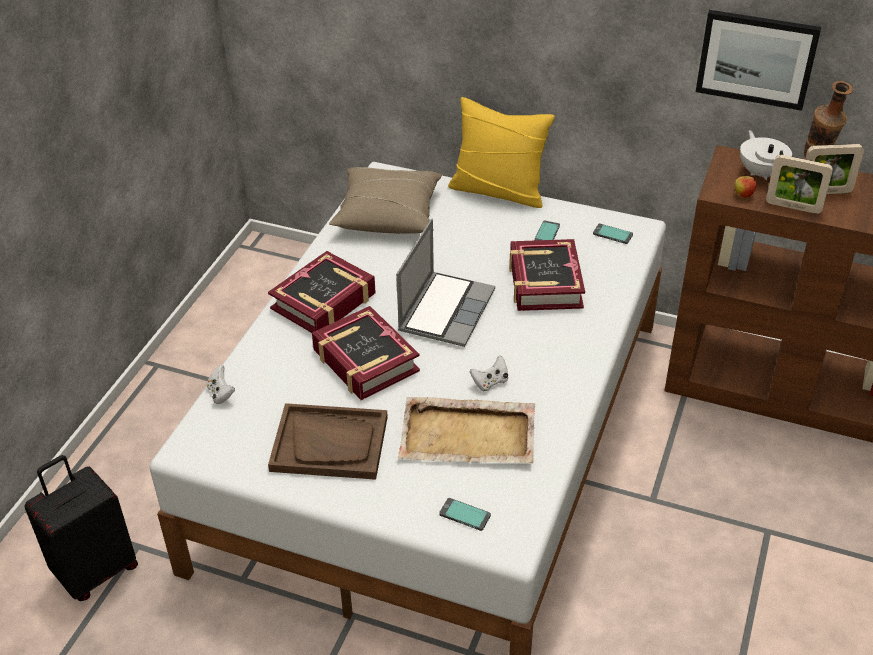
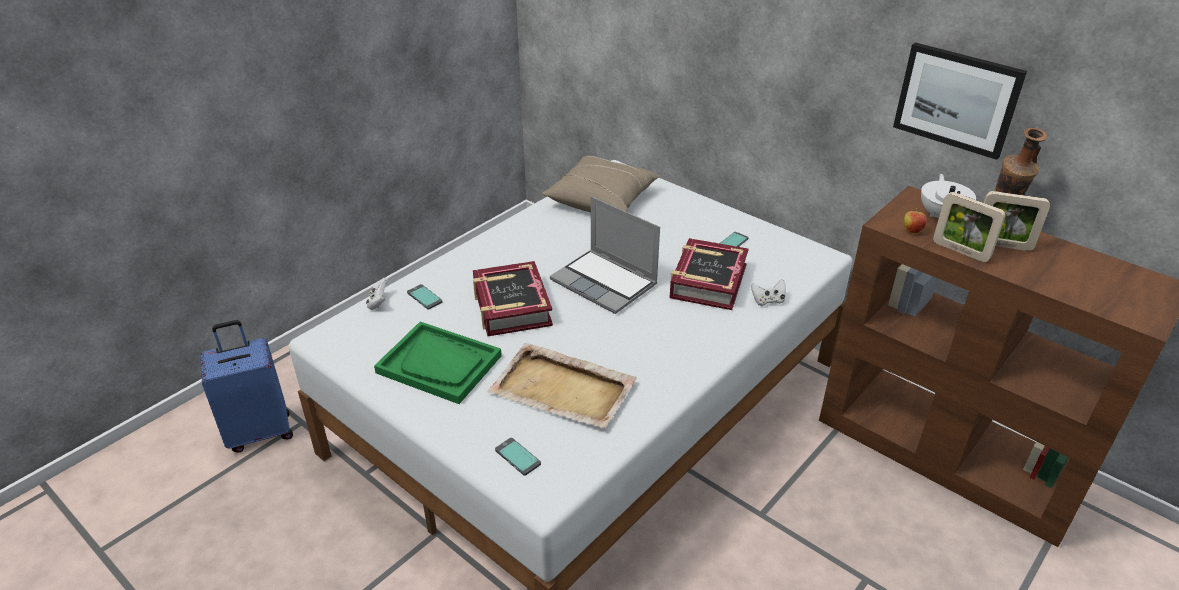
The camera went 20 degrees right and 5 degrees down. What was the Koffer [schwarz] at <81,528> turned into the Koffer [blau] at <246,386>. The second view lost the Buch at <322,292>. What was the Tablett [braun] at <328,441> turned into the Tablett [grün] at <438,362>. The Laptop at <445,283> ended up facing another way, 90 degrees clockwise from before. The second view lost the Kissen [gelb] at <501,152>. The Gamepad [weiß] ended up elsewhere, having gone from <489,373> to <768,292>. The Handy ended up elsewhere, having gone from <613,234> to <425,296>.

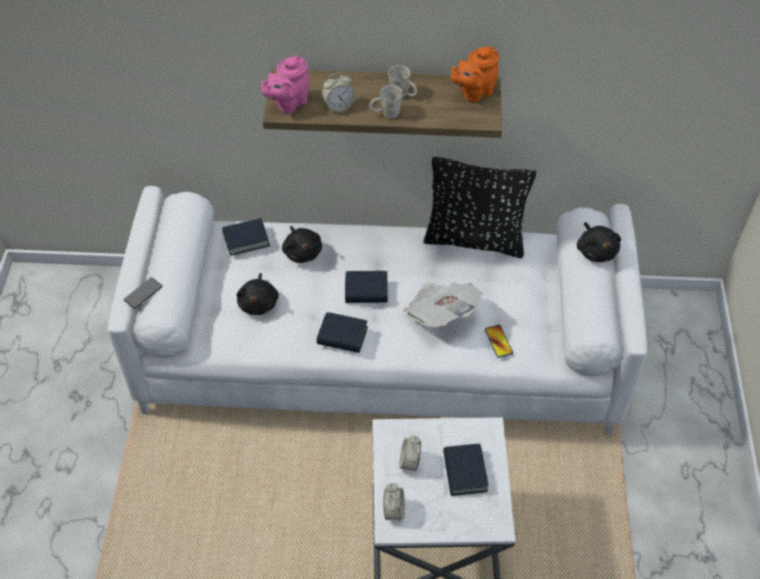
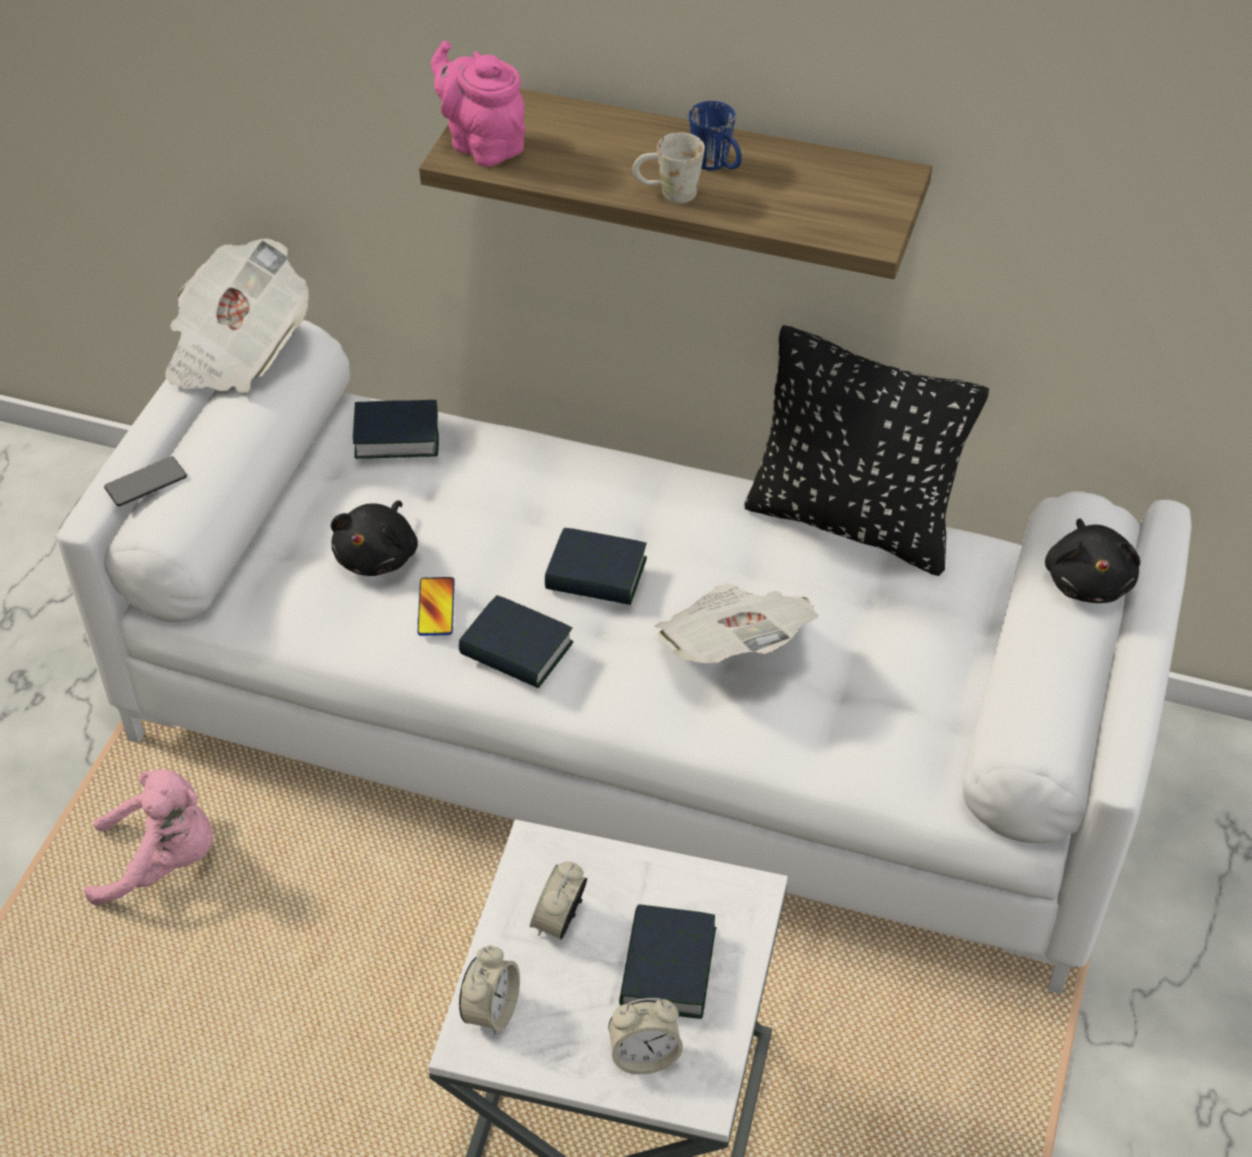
The camera went 15 degrees right and 5 degrees down. The Teekanne [rosa] at <285,84> ended up facing another way, 75 degrees clockwise from before. The second view lost the Plüschtier [schwarz] at <302,244>. The Wecker ended up elsewhere, having gone from <338,92> to <645,1036>. What was the Henkelbecher [weiß] at <402,81> turned into the Henkelbecher [blau] at <715,135>. The second view lost the Teekanne [orange] at <475,74>. The Handy ended up elsewhere, having gone from <499,341> to <436,606>. The second view gained the Plüschtier [rosa] at <148,837>. The second view gained the Zeitung at <237,316>.

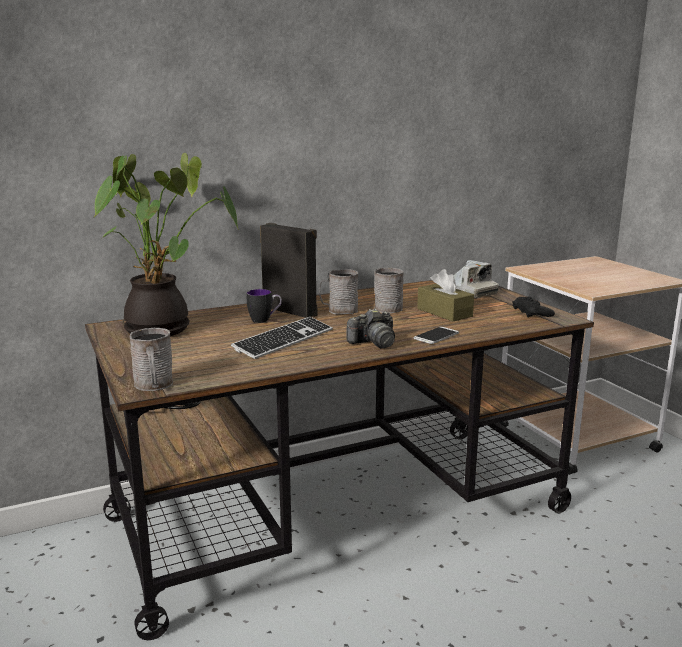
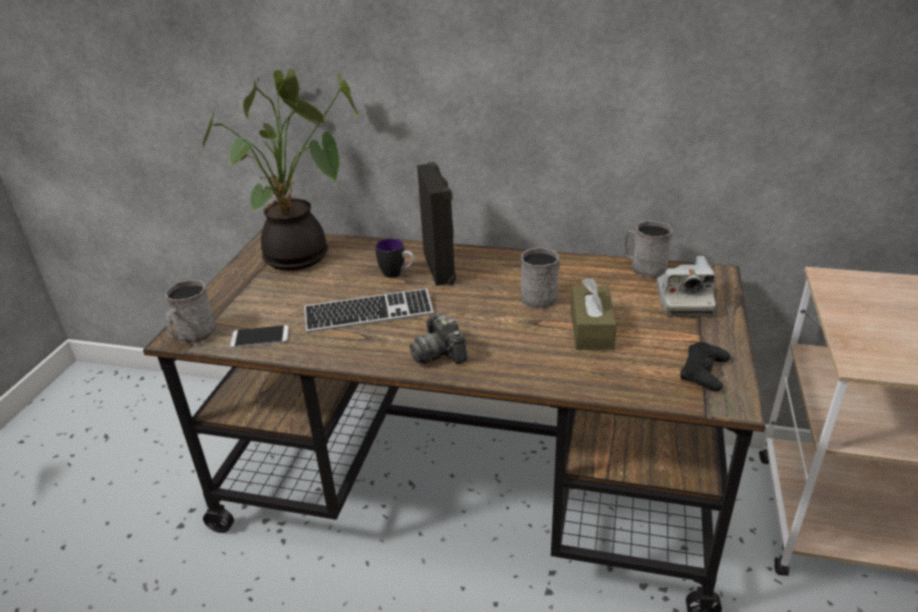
The camera went 40 degrees right and 15 degrees up. The Henkelbecher [grau] ended up elsewhere, having gone from <339,291> to <648,249>. The Kamera at <370,328> ended up facing another way, 45 degrees clockwise from before. The Handy ended up elsewhere, having gone from <436,335> to <259,336>.

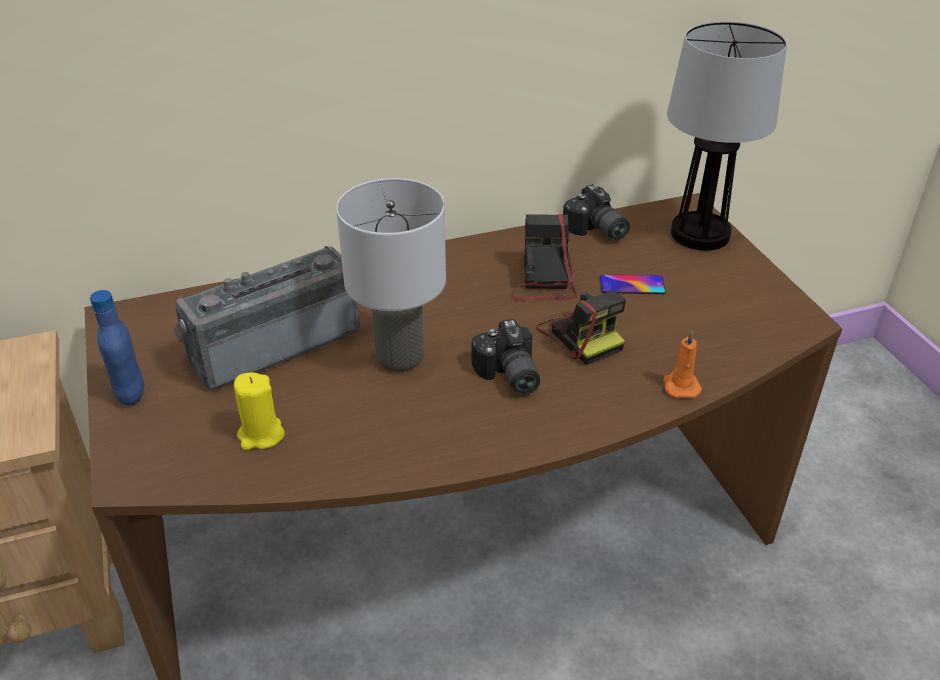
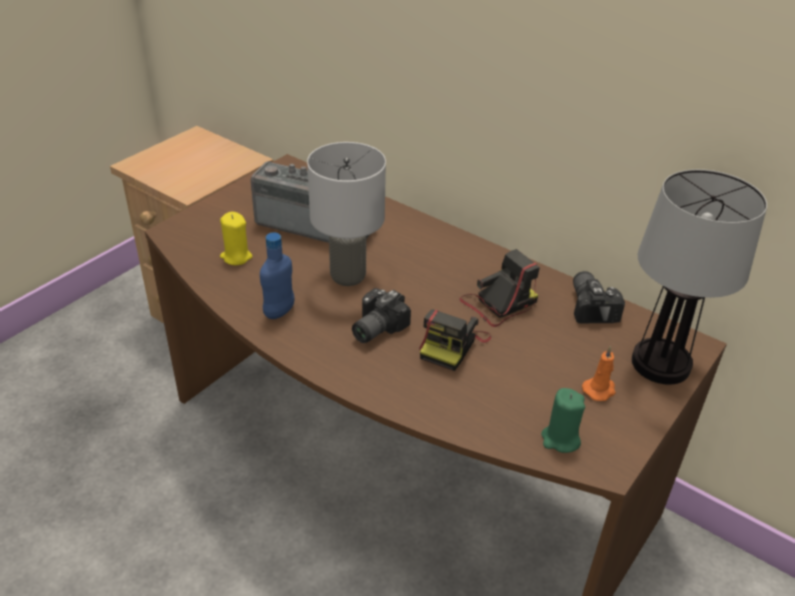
The camera went 55 degrees right and 0 degrees up. The Flasche [blau] ended up elsewhere, having gone from <117,348> to <277,275>. The Kamera at <596,212> ended up facing another way, 150 degrees clockwise from before. The second view lost the Handy at <633,284>. The Kerze [orange] ended up elsewhere, having gone from <682,364> to <599,373>. The second view gained the Kerze [grün] at <563,420>.

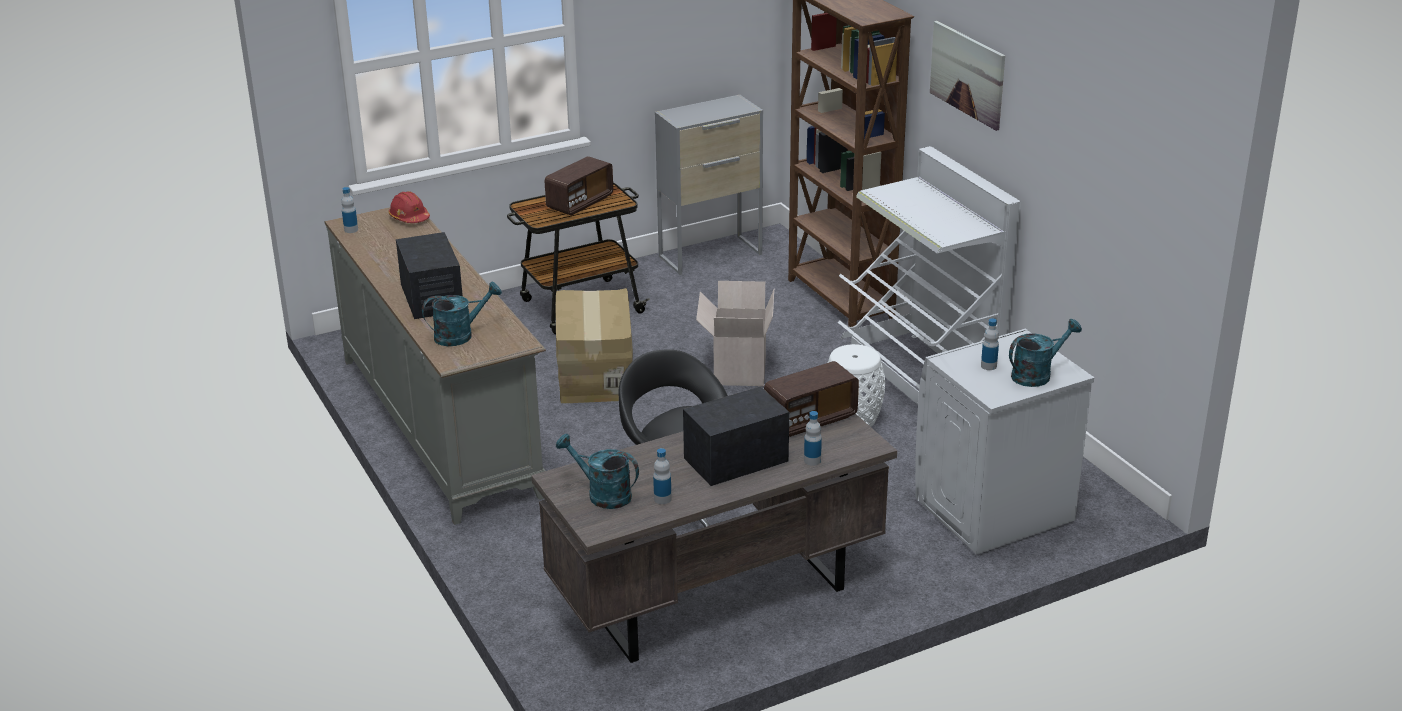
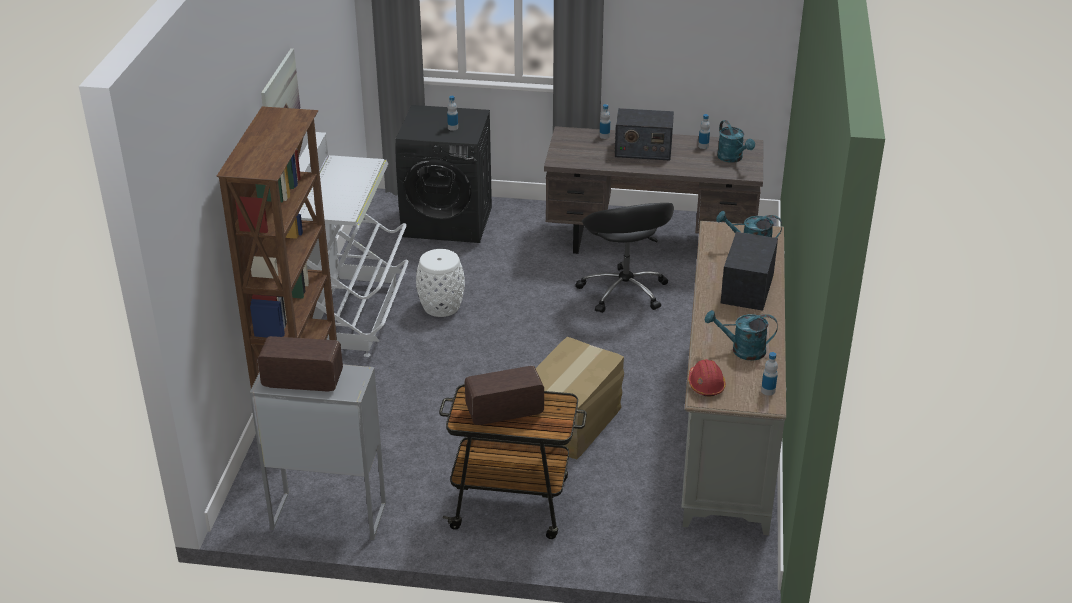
The camera went 145 degrees left and 5 degrees up. The second view lost the Karton at <735,333>. The Radio ended up elsewhere, having gone from <811,399> to <300,364>. What was the Waschmaschine [weiß] at <1004,442> turned into the Waschmaschine [schwarz] at <443,174>. The Gießkanne [türkis] ended up elsewhere, having gone from <1045,353> to <741,335>.

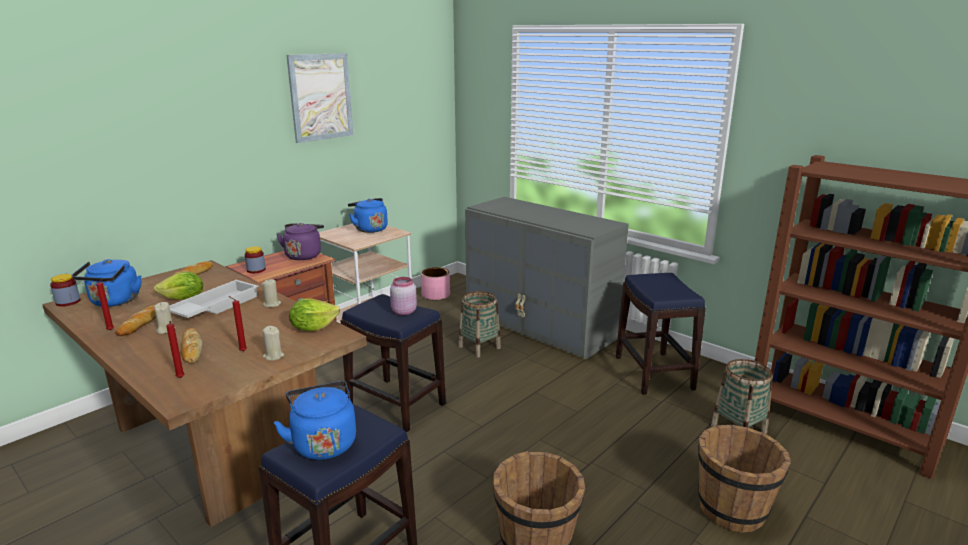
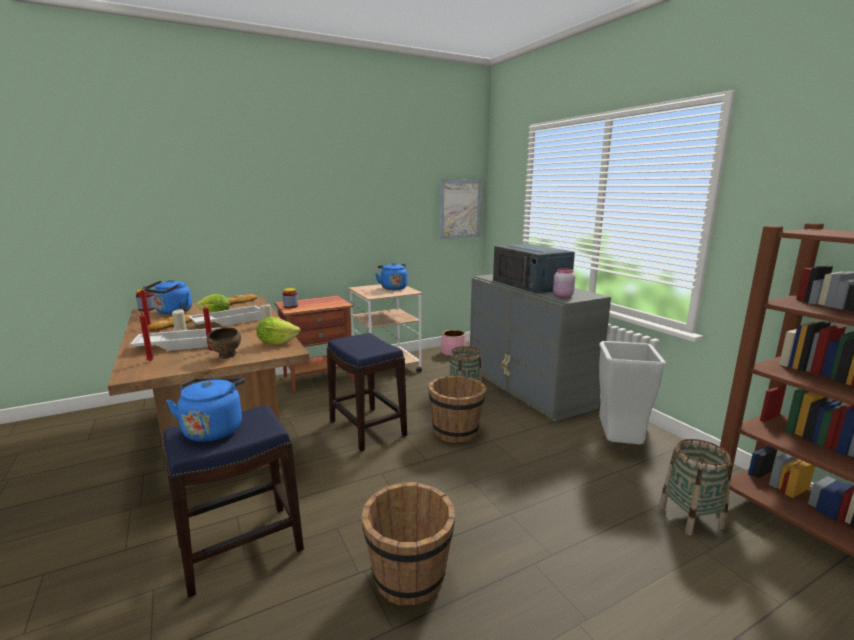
The camera went 20 degrees right and 5 degrees down. Where the Brot stood at <192,345>, the Tablett [weiß] came to stand at <176,339>. Where the Kerze [beige] stood at <273,343>, the Schüssel [braun] came to stand at <224,343>. The second view lost the Wasserkessel [lila] at <300,241>. The Bild ended up elsewhere, having gone from <320,98> to <460,209>. The Vorratsglas [rosa] ended up elsewhere, having gone from <403,296> to <564,283>. Where the Hocker stood at <661,334>, the Mülleimer [grau] came to stand at <632,392>. The Eimer [braun] ended up elsewhere, having gone from <744,479> to <457,409>. The second view gained the Mikrowelle [blau] at <534,268>.

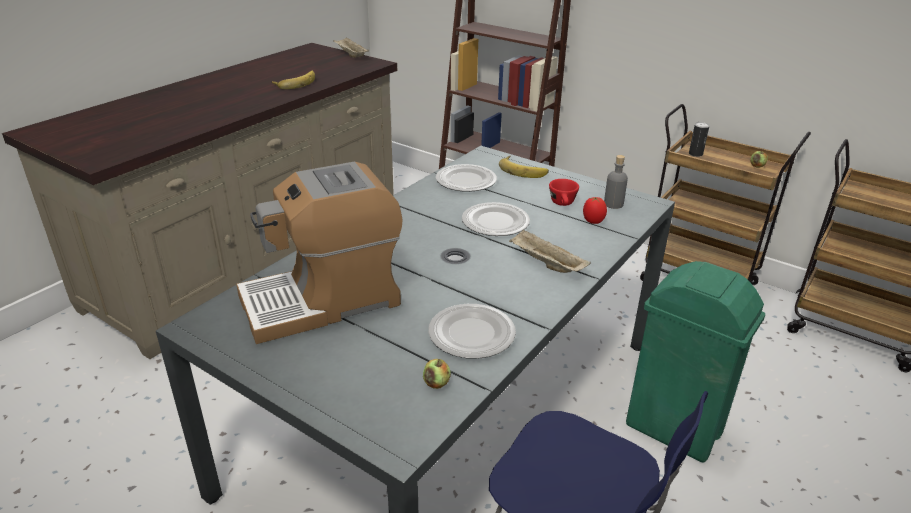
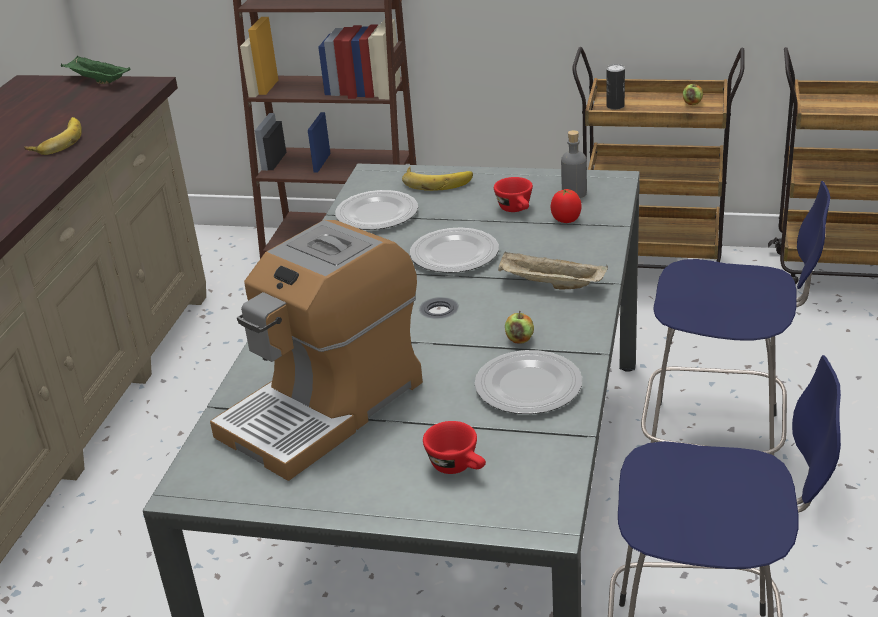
The camera went 20 degrees left and 0 degrees up. What was the Tablett [beige] at <351,48> turned into the Tablett [grün] at <96,70>. The Apfel ended up elsewhere, having gone from <437,374> to <519,327>. Where the Mülleimer [grün] stood at <695,362>, the Hocker [blau] came to stand at <735,318>. The second view gained the Tasse [rot] at <454,447>.

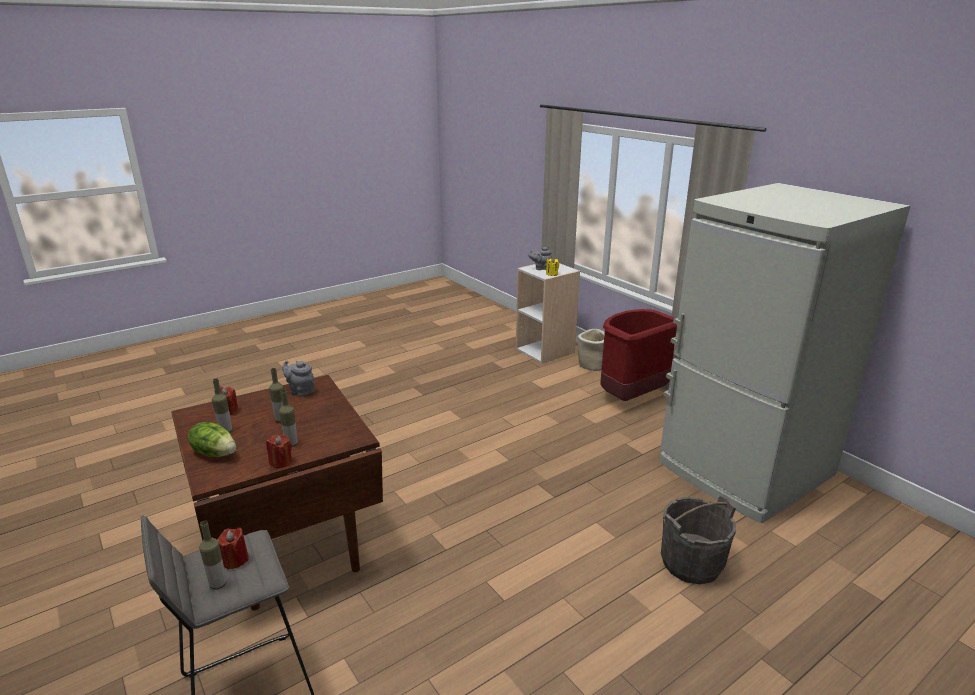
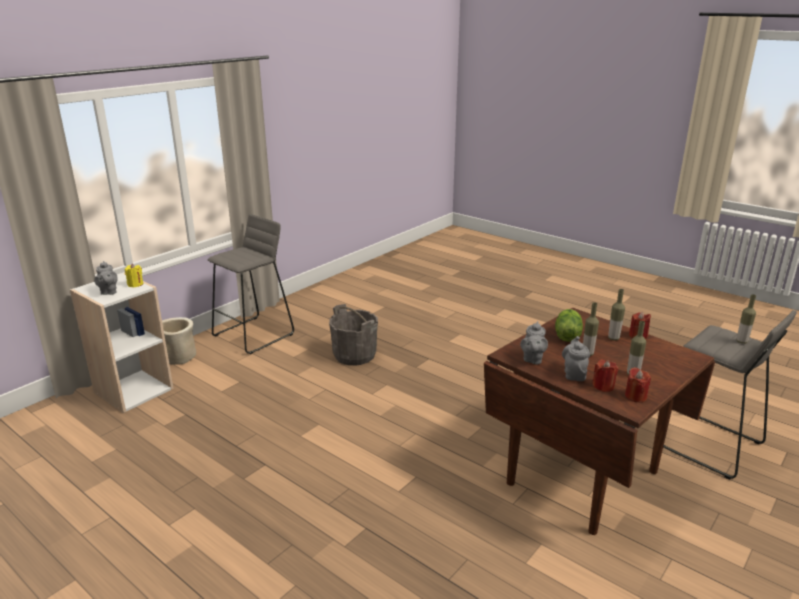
The camera went 105 degrees left and 0 degrees up. The Salatkopf ended up elsewhere, having gone from <212,439> to <569,325>. The Kerze [rot] ended up elsewhere, having gone from <233,549> to <638,384>. Where the Mülleimer [rot] stood at <638,355>, the Hocker [grau] came to stand at <251,284>. The second view lost the Kühlschrank [weiß] at <785,353>. The Eimer [grau] ended up elsewhere, having gone from <698,540> to <353,334>. The second view gained the Teekanne [grau] at <576,358>.

